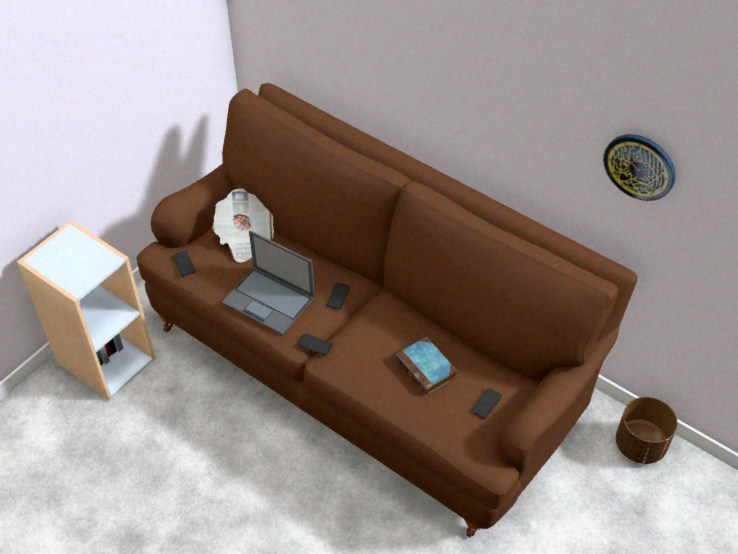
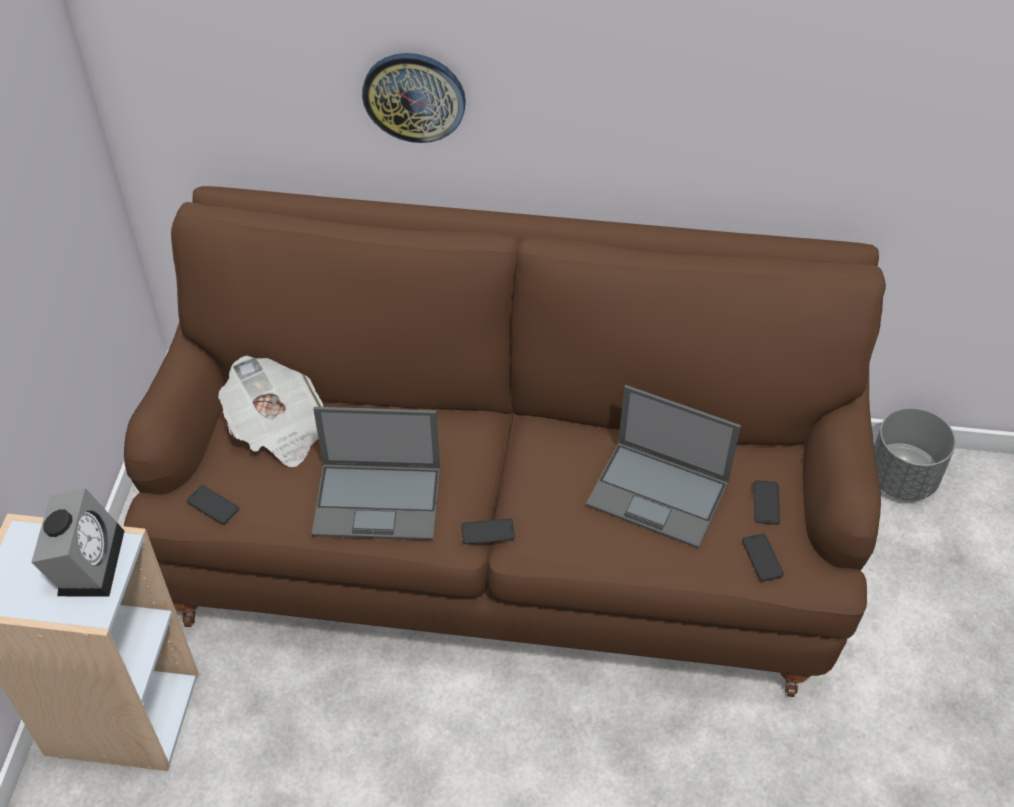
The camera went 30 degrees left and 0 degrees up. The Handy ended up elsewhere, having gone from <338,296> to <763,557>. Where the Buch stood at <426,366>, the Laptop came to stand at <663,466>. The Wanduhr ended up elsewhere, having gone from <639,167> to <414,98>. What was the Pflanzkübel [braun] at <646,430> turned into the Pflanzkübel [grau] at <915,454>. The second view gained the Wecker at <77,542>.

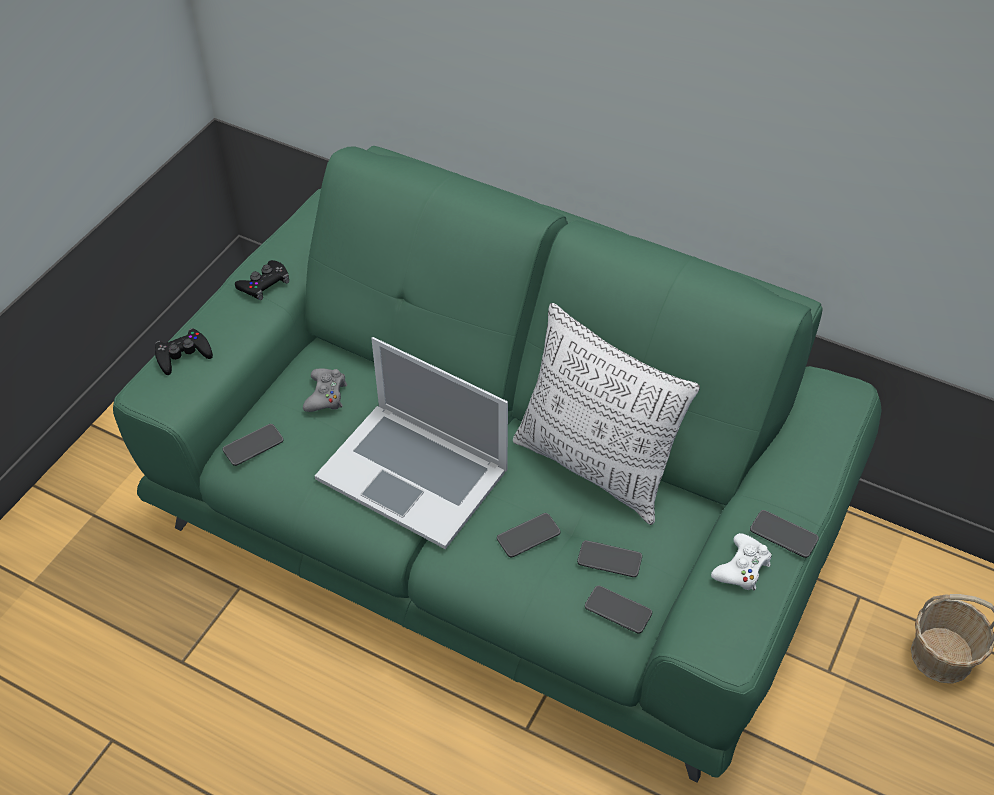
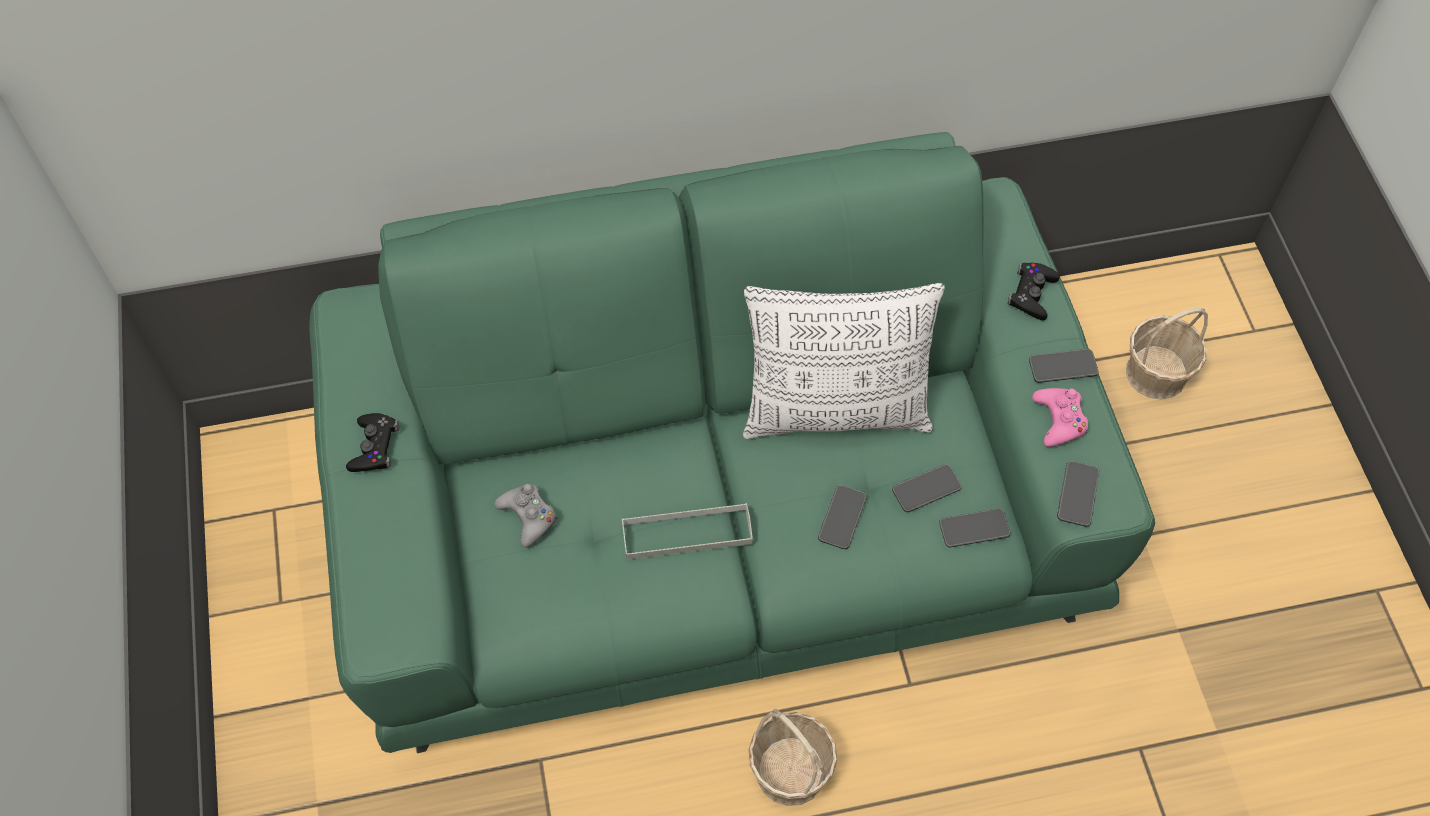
The camera went 40 degrees left and 10 degrees up. The Gamepad [schwarz] ended up elsewhere, having gone from <184,351> to <1033,292>. The Handy ended up elsewhere, having gone from <253,445> to <1078,494>. Where the Laptop stood at <411,443>, the Tablett [grau] came to stand at <687,531>. What was the Gamepad [weiß] at <741,561> turned into the Gamepad [rosa] at <1060,417>. The second view gained the Korb at <792,757>.

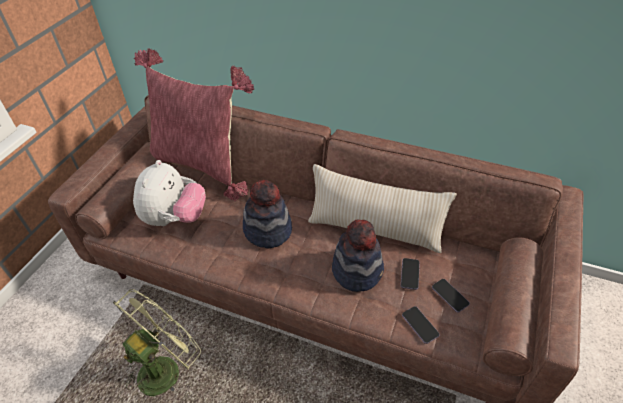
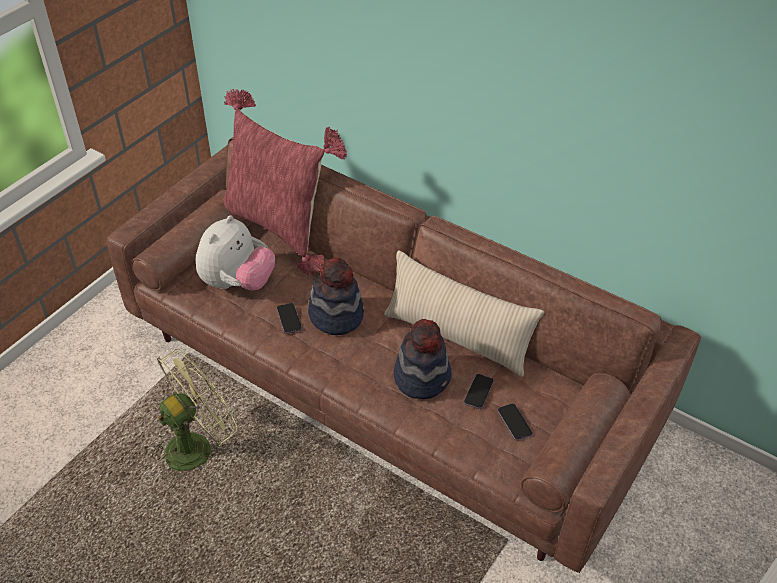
The camera went 10 degrees right and 0 degrees up. The Handy ended up elsewhere, having gone from <421,325> to <289,318>.

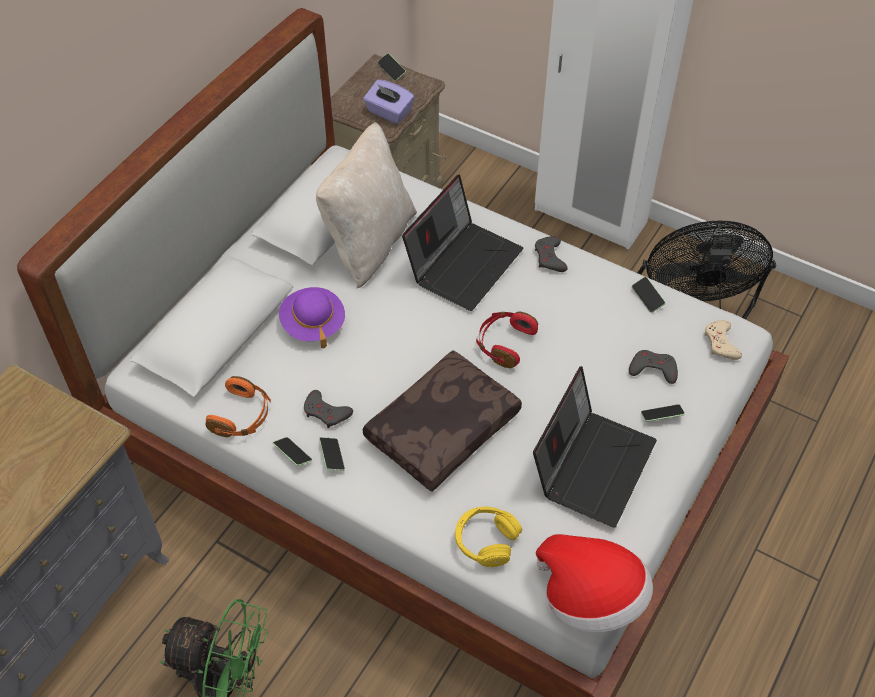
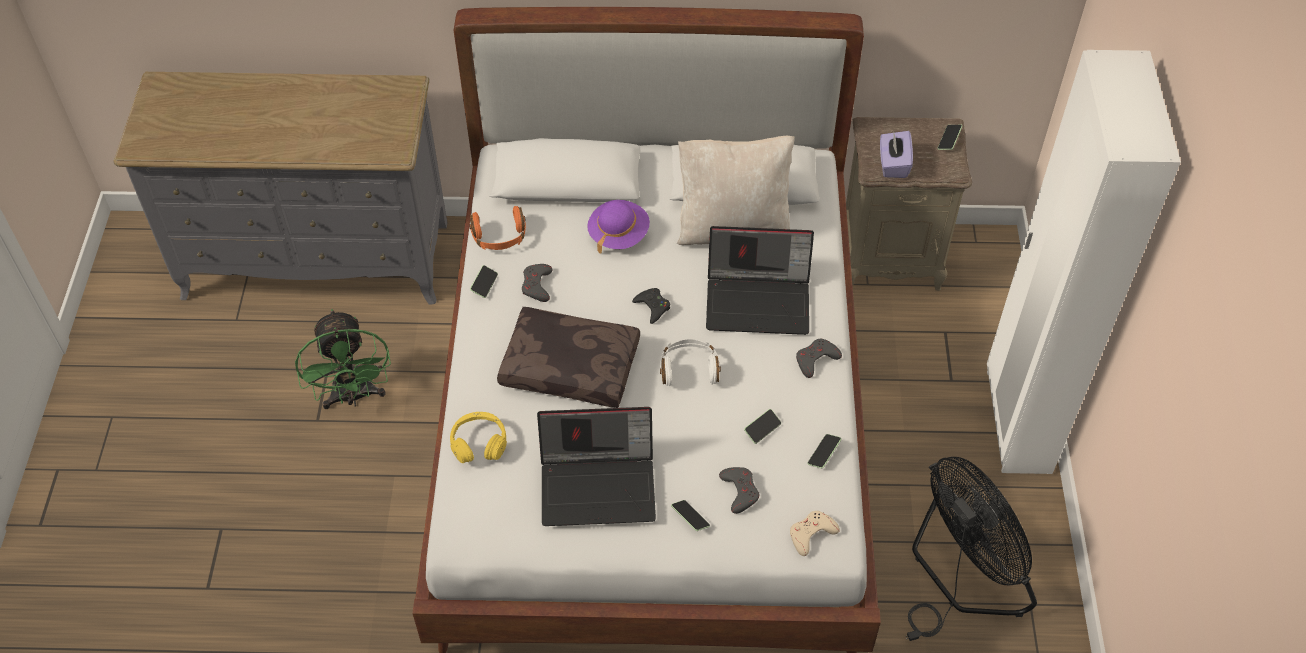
The camera went 60 degrees right and 0 degrees up. The Handy ended up elsewhere, having gone from <332,454> to <762,426>. What was the Kopfhörer [rot] at <507,340> turned into the Kopfhörer [weiß] at <690,362>. The second view lost the Hut at <594,583>. The second view gained the Gamepad [schwarz] at <651,306>.

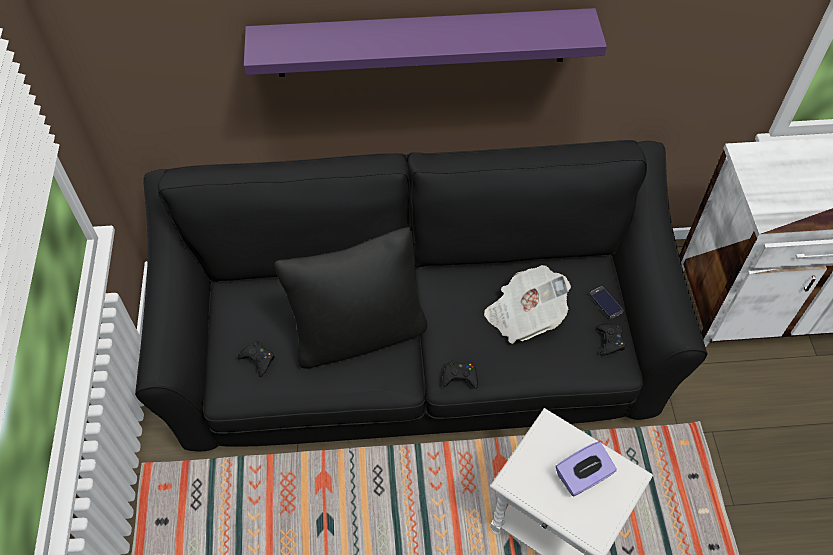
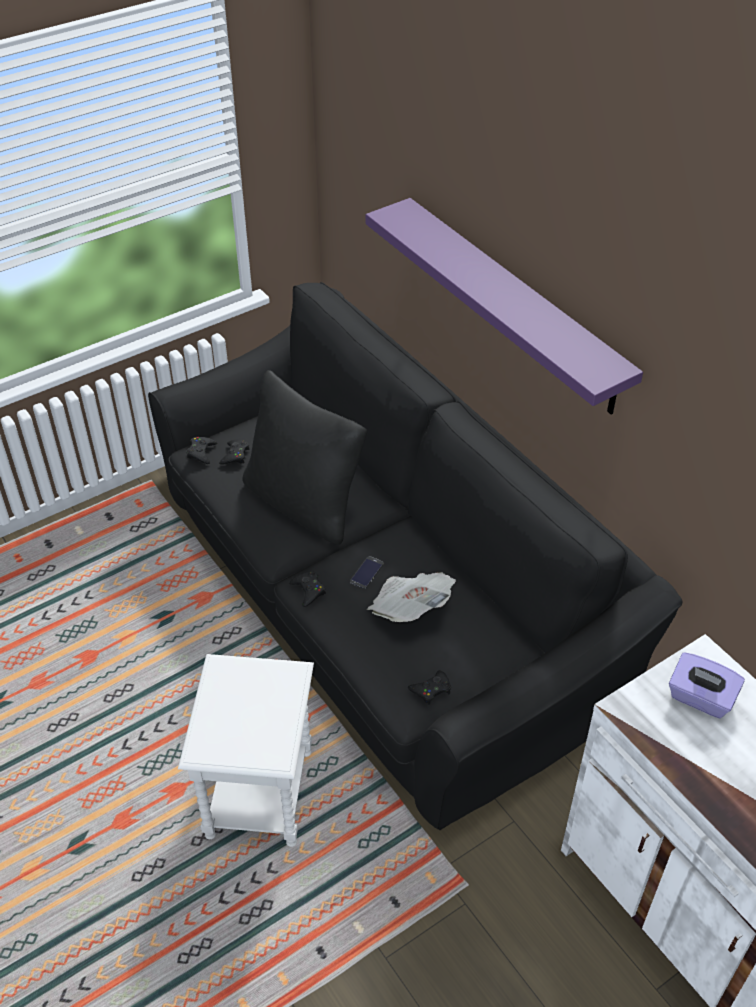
The camera went 60 degrees right and 10 degrees down. The Taschentuchbox [lila] ended up elsewhere, having gone from <586,469> to <707,685>. The Handy ended up elsewhere, having gone from <607,302> to <366,572>. The second view gained the Gamepad [schwarz] at <201,450>.

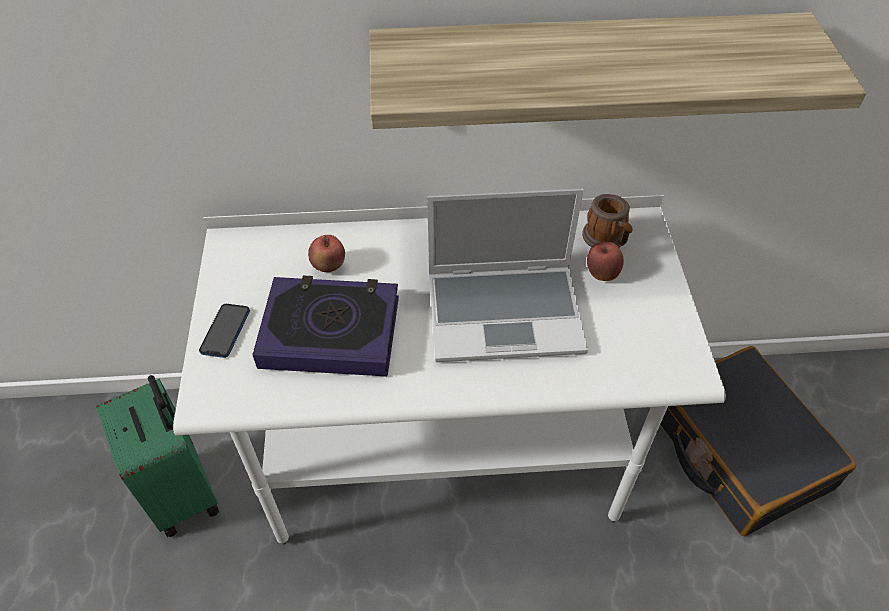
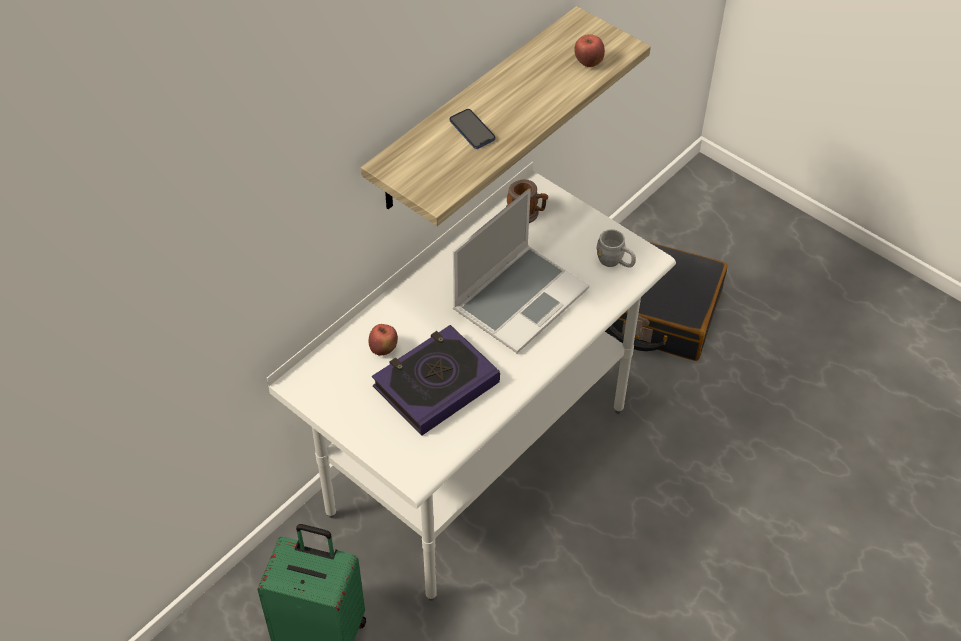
The camera went 45 degrees left and 0 degrees up. The Handy ended up elsewhere, having gone from <224,331> to <472,129>. The Apfel ended up elsewhere, having gone from <605,261> to <590,50>. The second view gained the Henkelbecher [grau] at <616,248>.

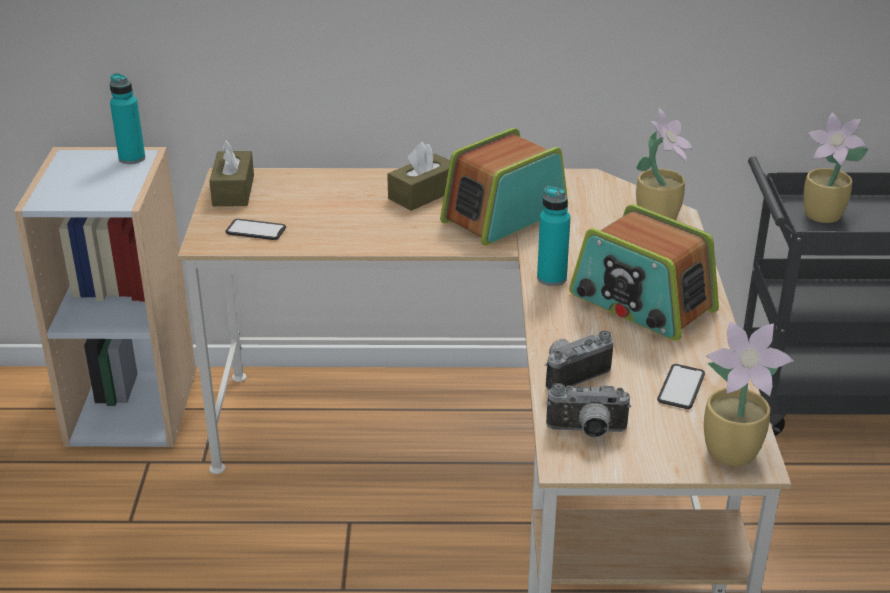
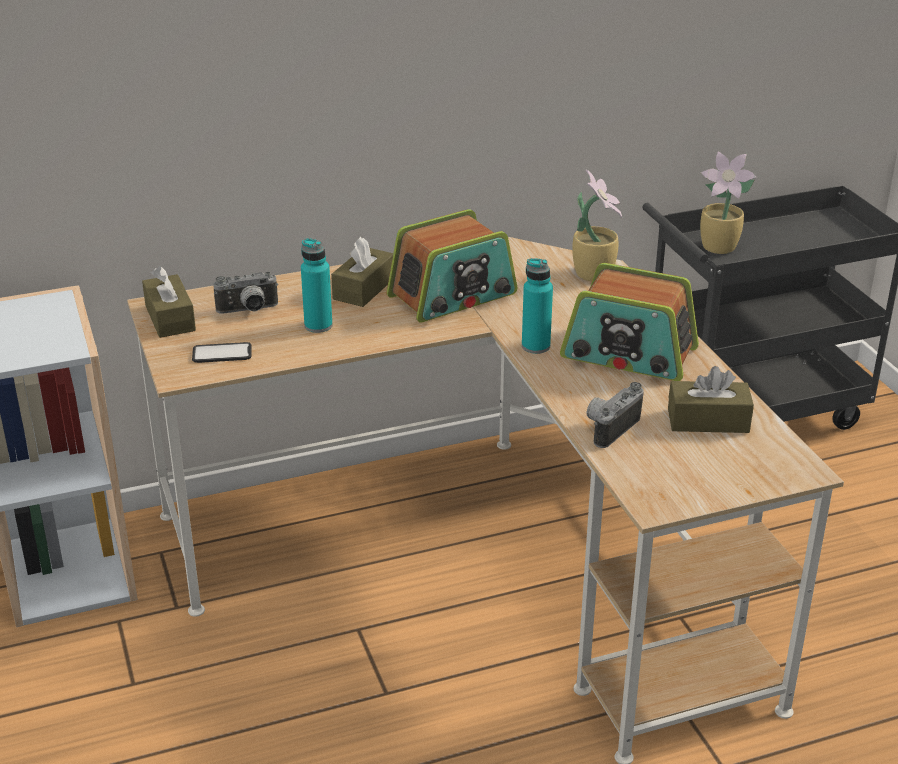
The camera went 20 degrees left and 0 degrees up. The Flasche [türkis] ended up elsewhere, having gone from <127,118> to <317,285>. The Radio at <504,187> ended up facing another way, 150 degrees counterclockwise from before. The Kamera ended up elsewhere, having gone from <588,410> to <245,292>. Where the Handy stood at <681,386>, the Taschentuchbox [braun] came to stand at <711,399>. The second view lost the Topfpflanze at <748,393>.

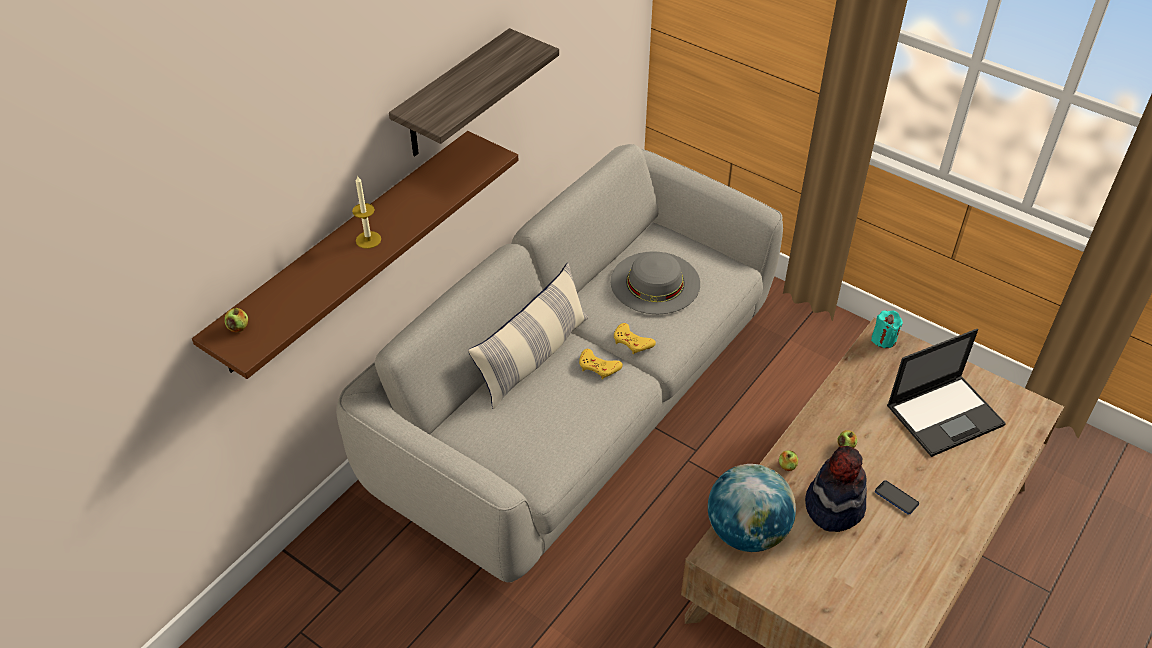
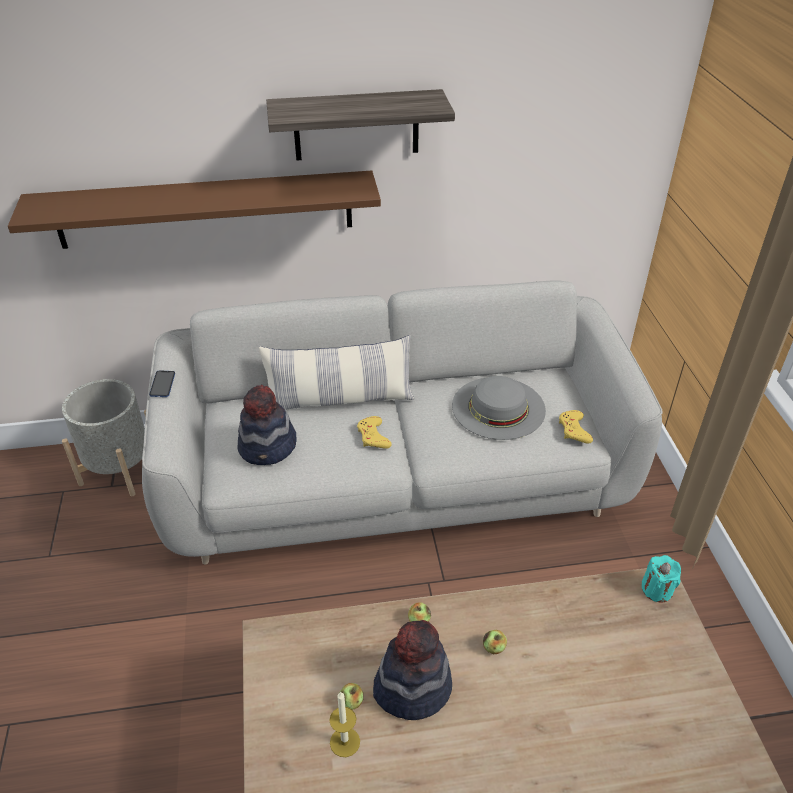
The camera went 45 degrees right and 5 degrees down. The Apfel ended up elsewhere, having gone from <236,320> to <351,696>. The Kerze ended up elsewhere, having gone from <366,212> to <345,724>. The Gamepad [gelb] ended up elsewhere, having gone from <635,338> to <576,426>. The second view lost the Globus at <752,508>. The Handy ended up elsewhere, having gone from <897,497> to <162,383>. The second view lost the Laptop at <946,393>. The second view gained the Pflanzkübel [grau] at <104,437>. The second view gained the Hut at <267,425>.

